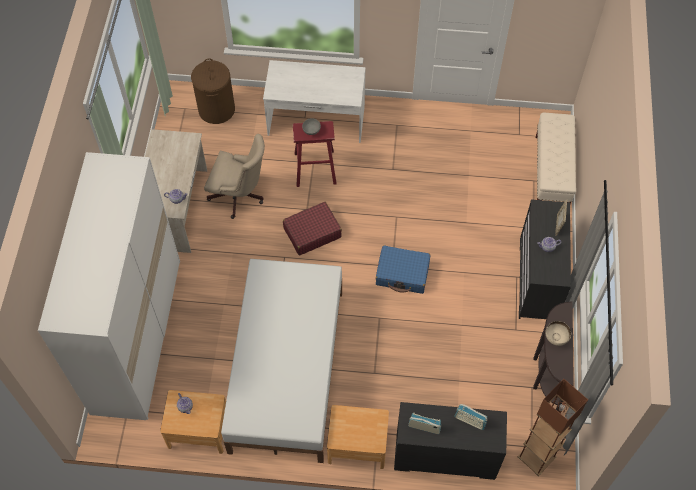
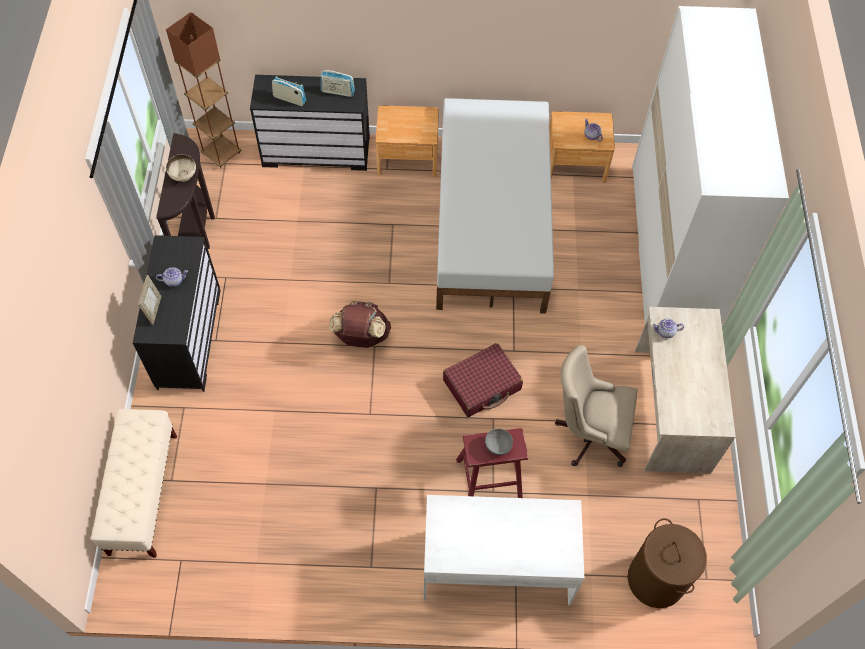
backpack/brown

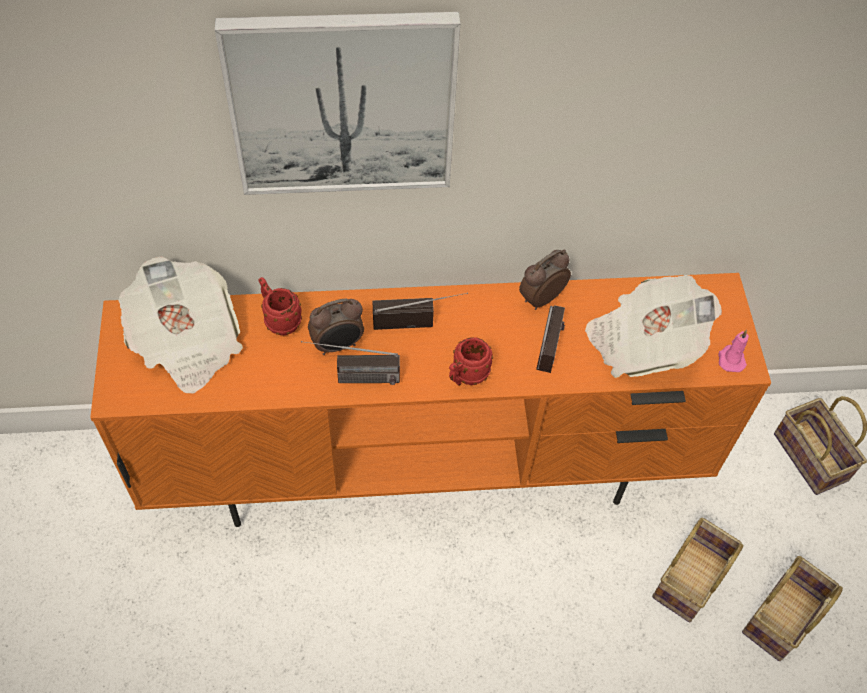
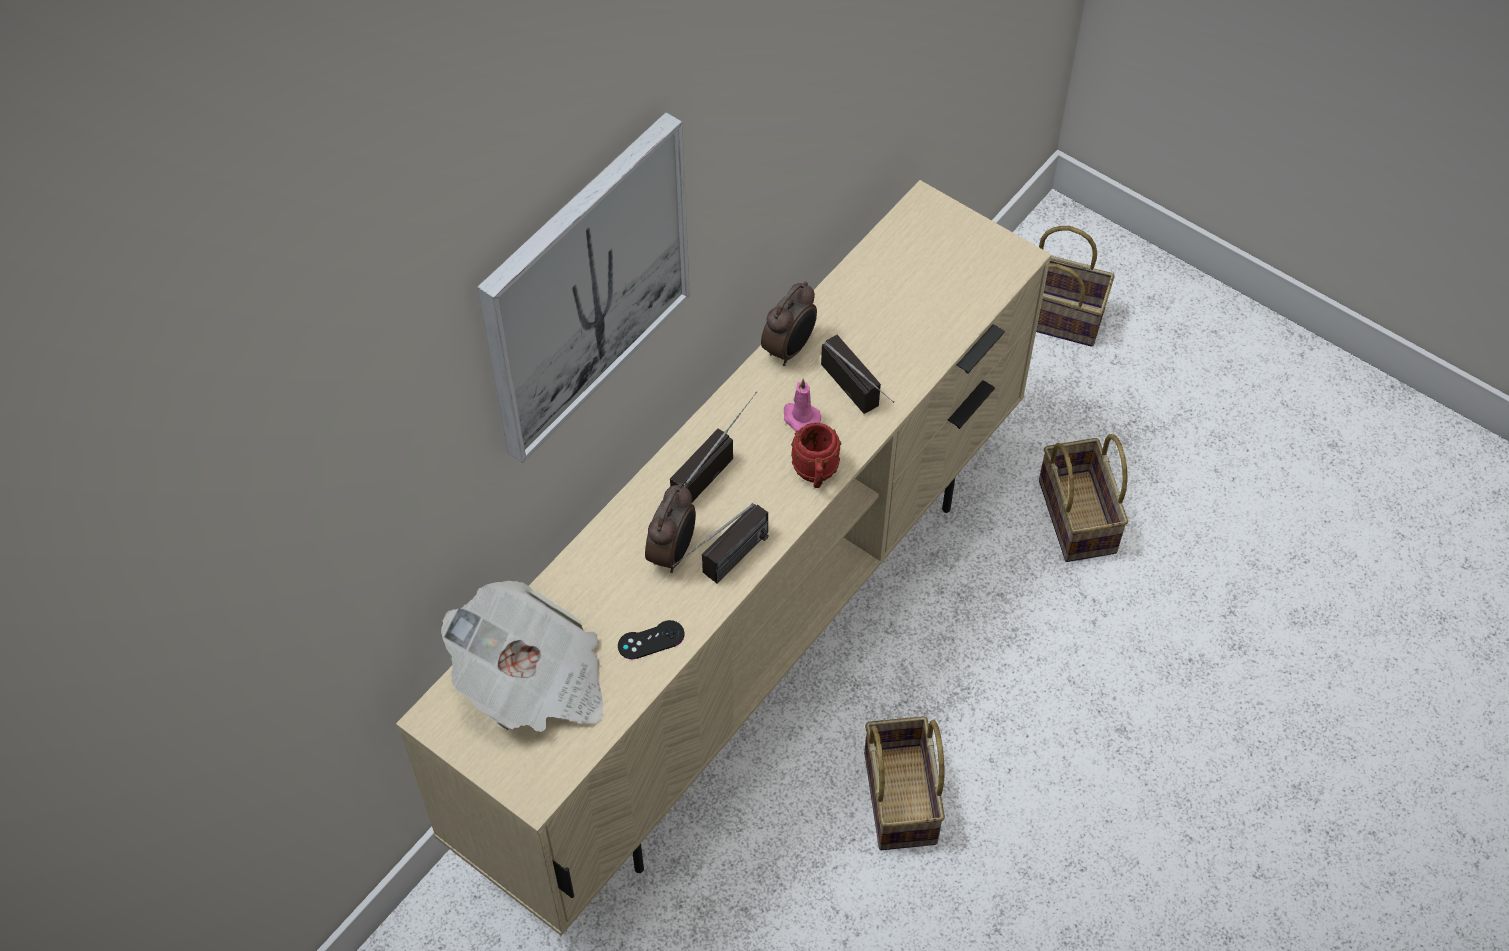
alarm clock (2nd from left)
tv stand/beige
newspaper (2nd from left in the first image)
mug/red (1st from left in the first image)
candle/pink
basket (1st from left)
game controller/black

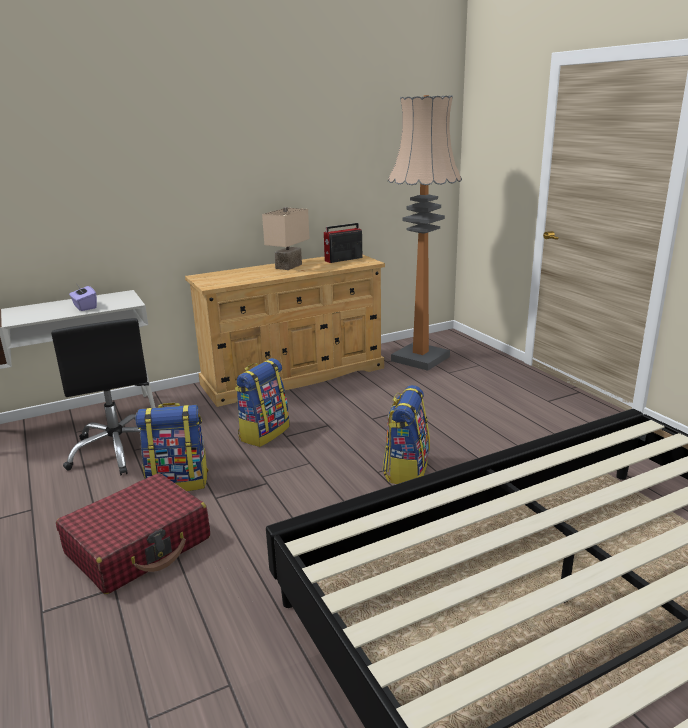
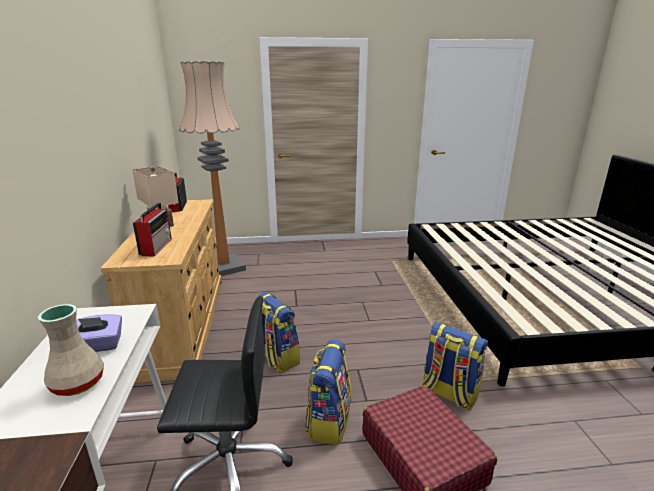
backpack (3rd from left)
radio (1st from left)
vase/beige

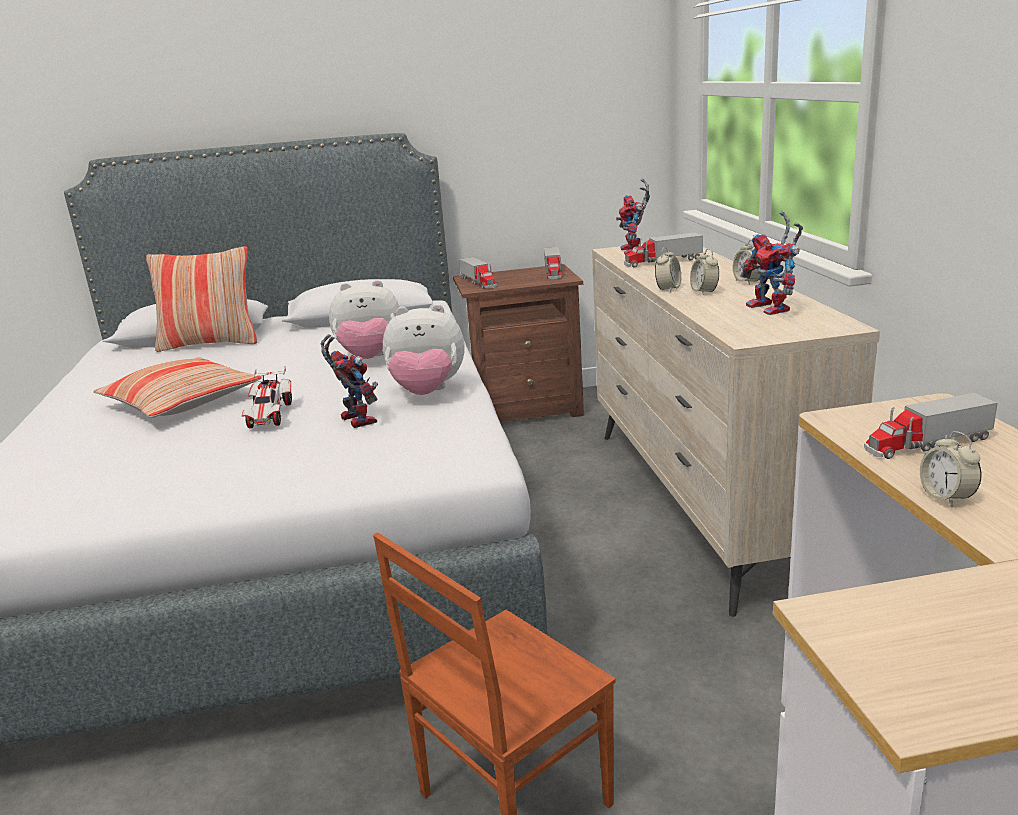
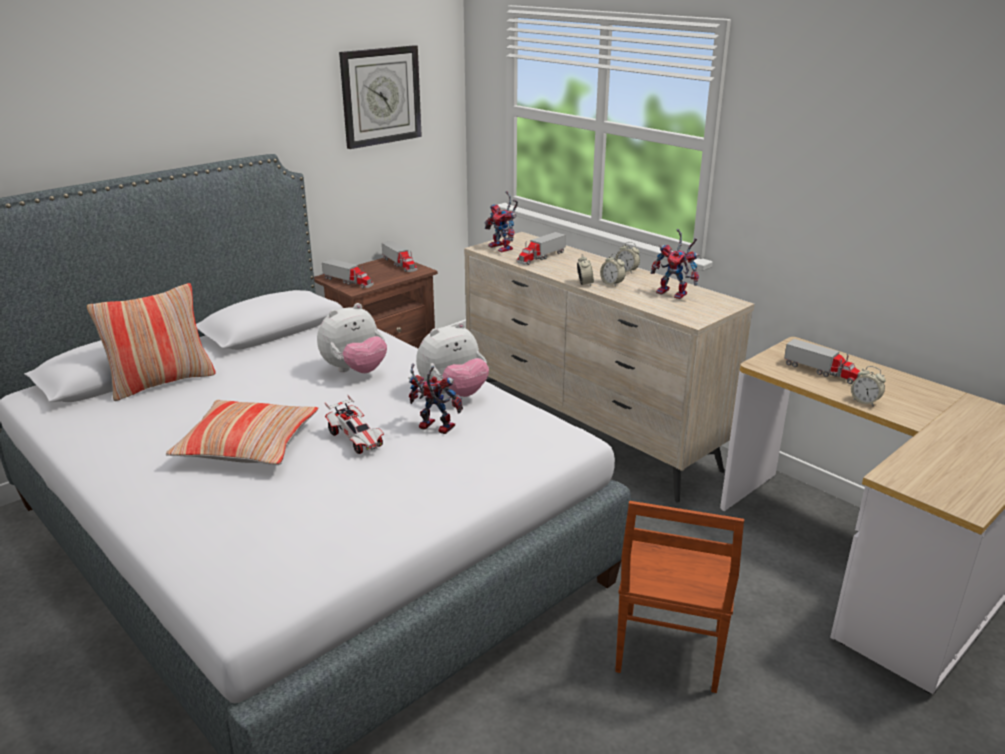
toy truck (4th from left)
wall clock

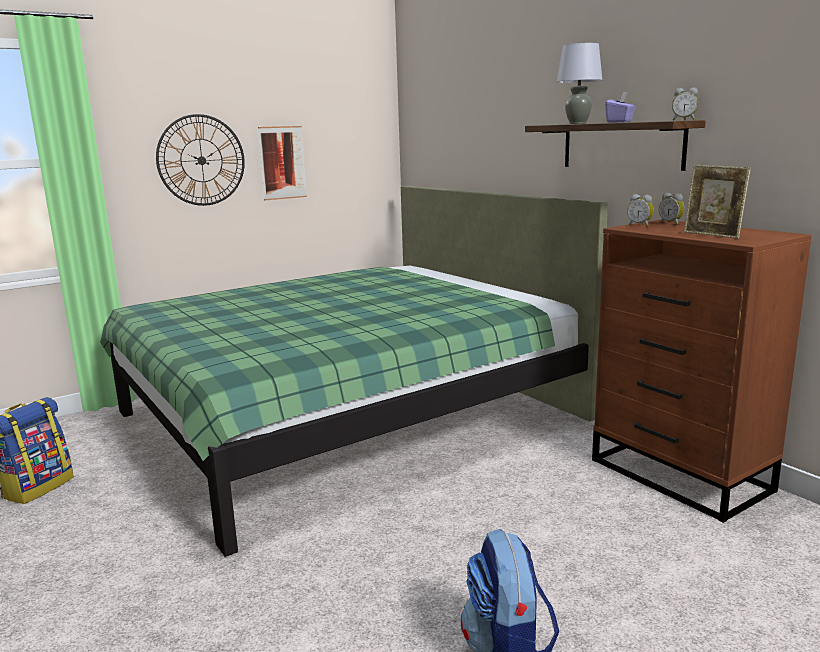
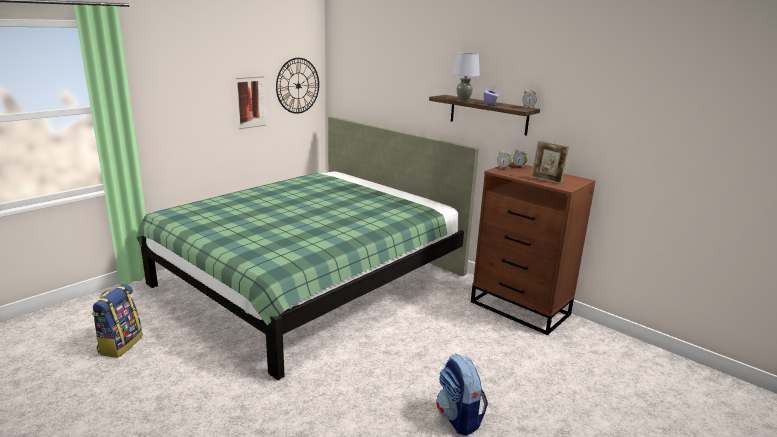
wall clock

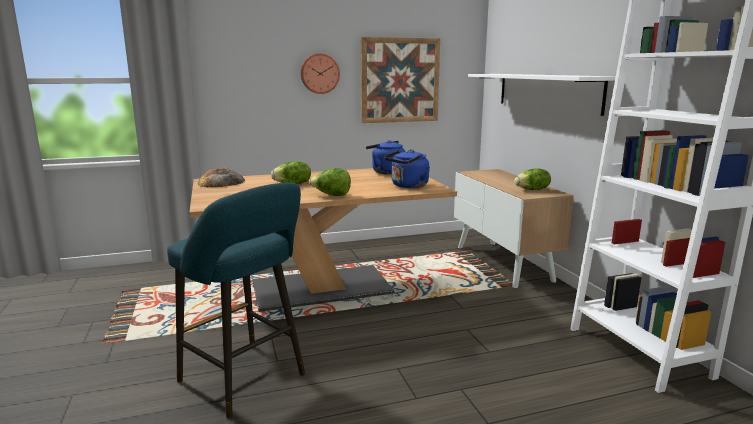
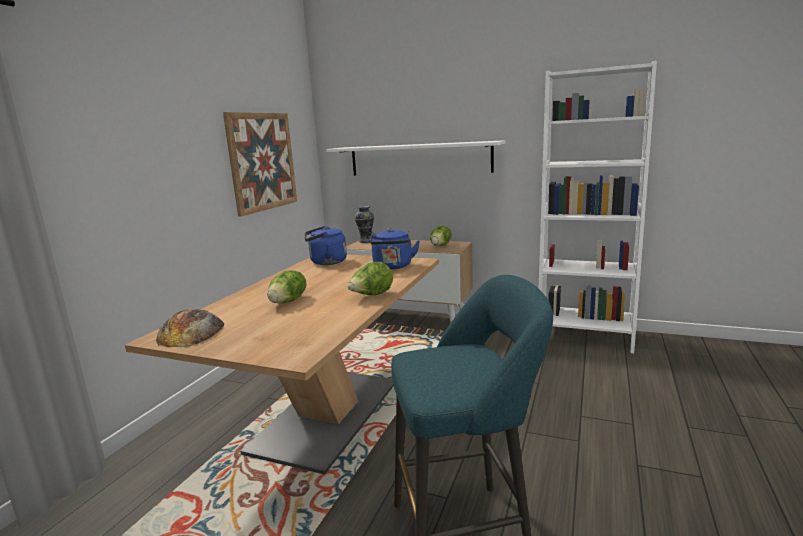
wall clock
vase

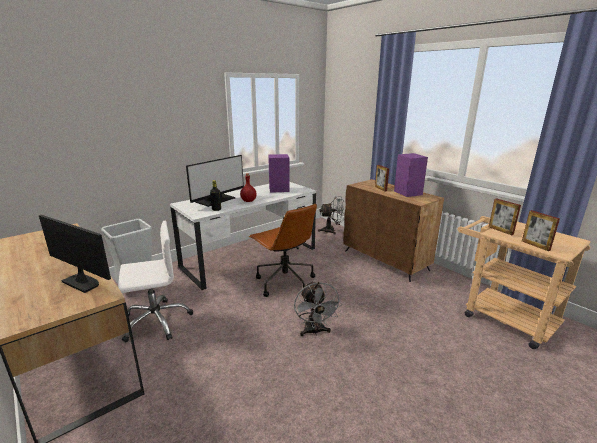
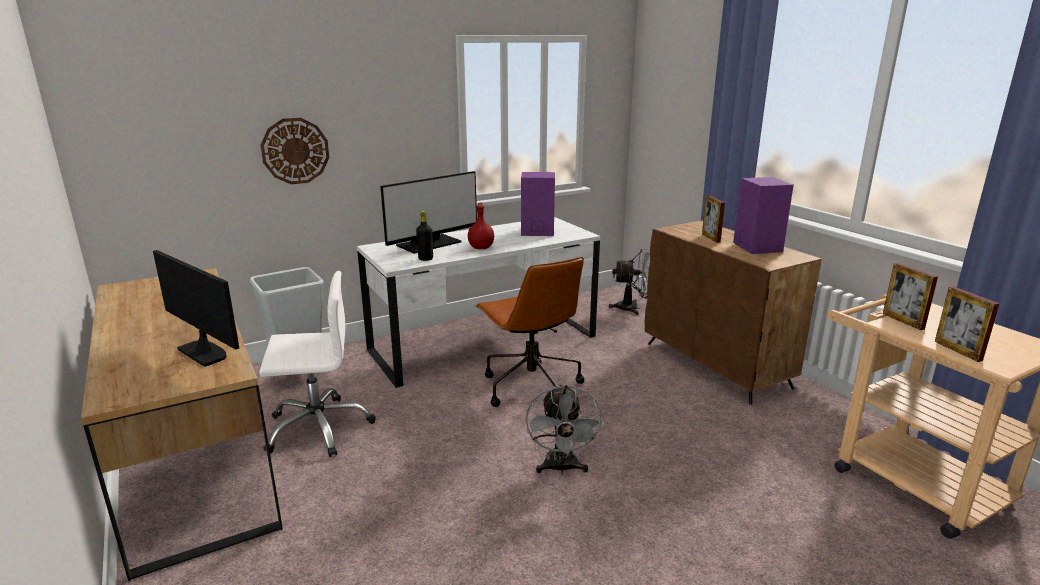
wall clock

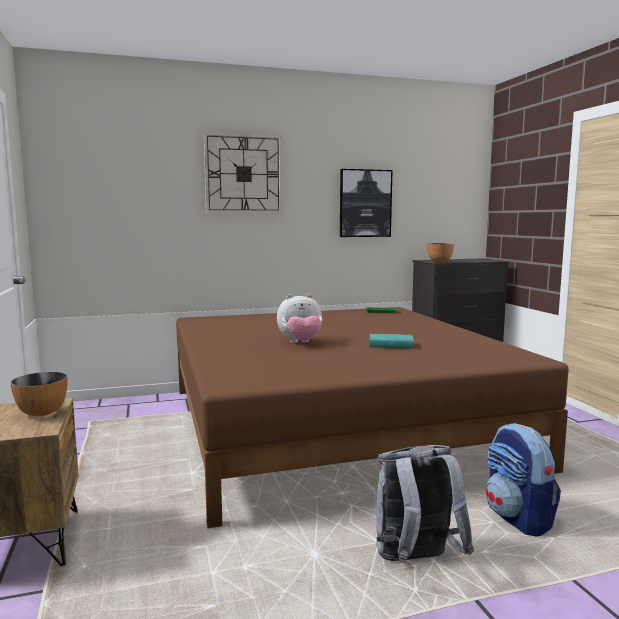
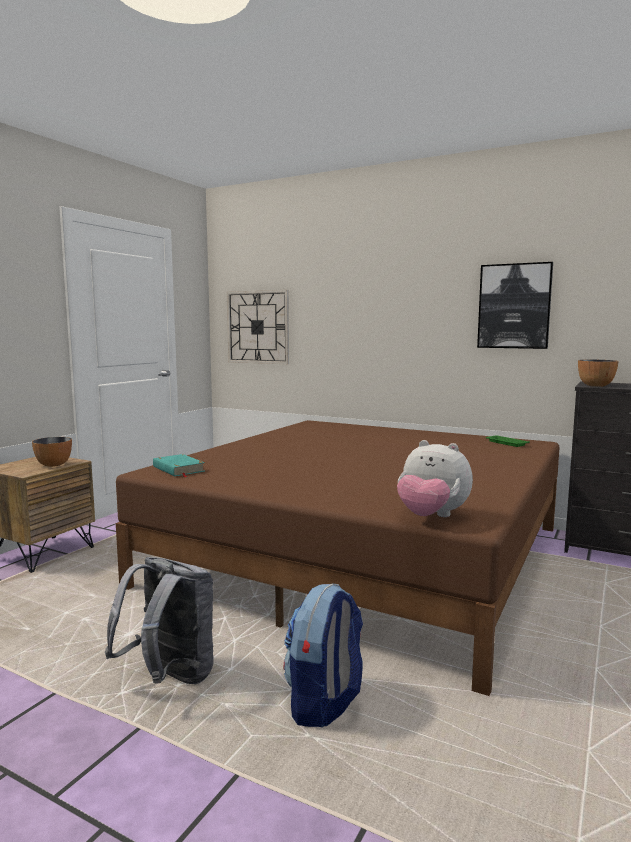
wall clock
plush toy
book/turquoise

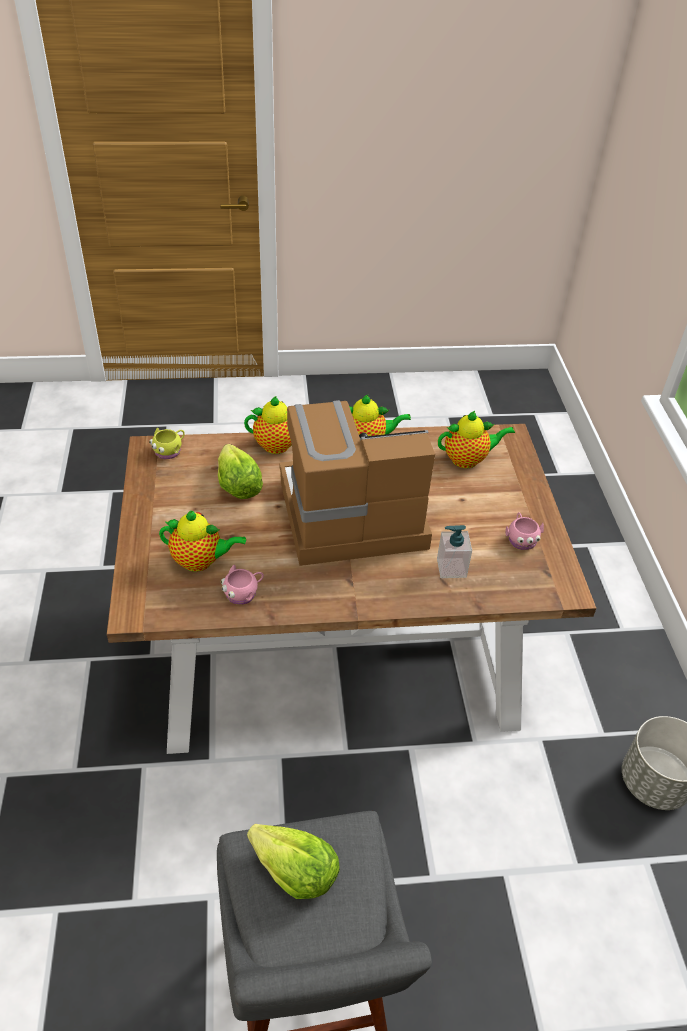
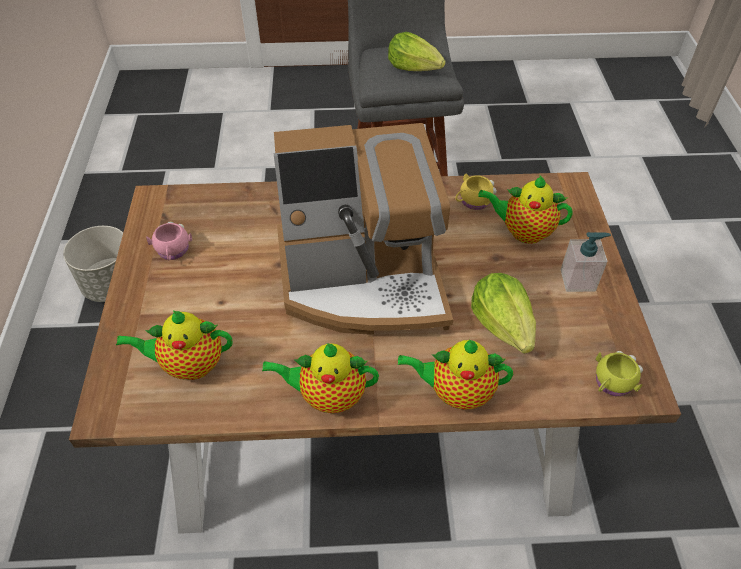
soap dispenser
mug/yellow (1st from left)

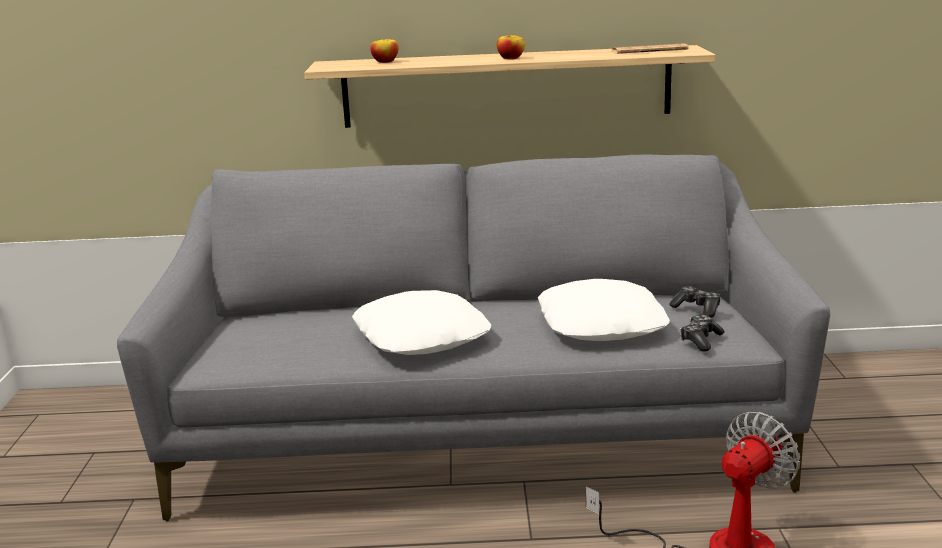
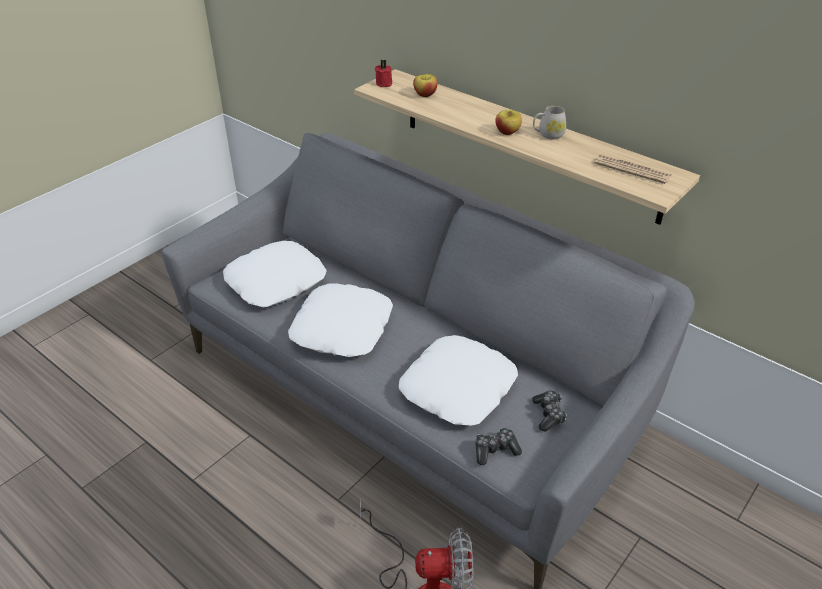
candle/red
mug/white
pillow/white (1st from left)

